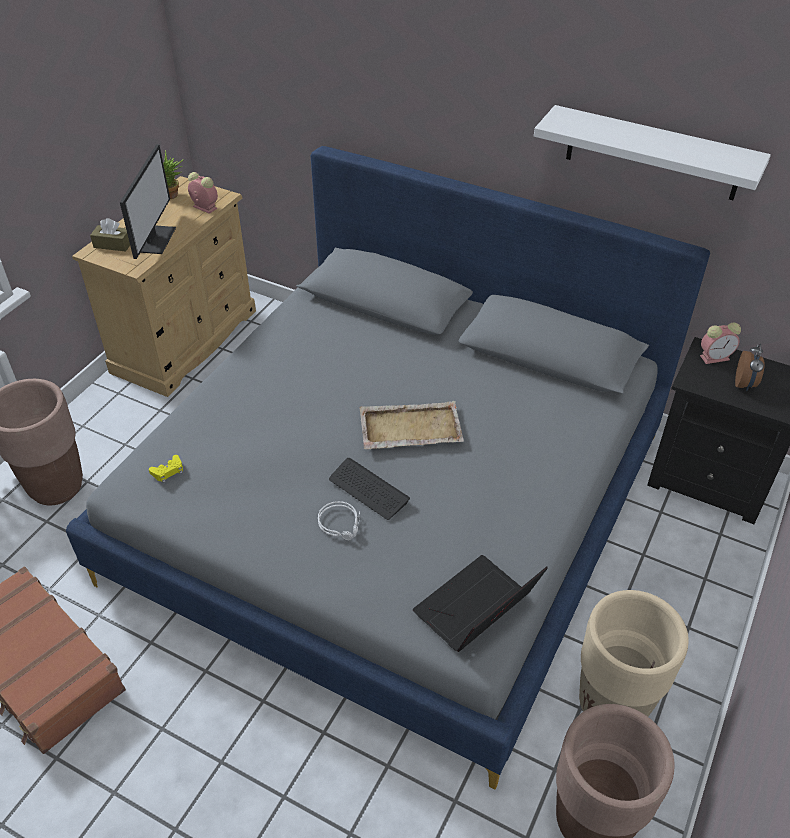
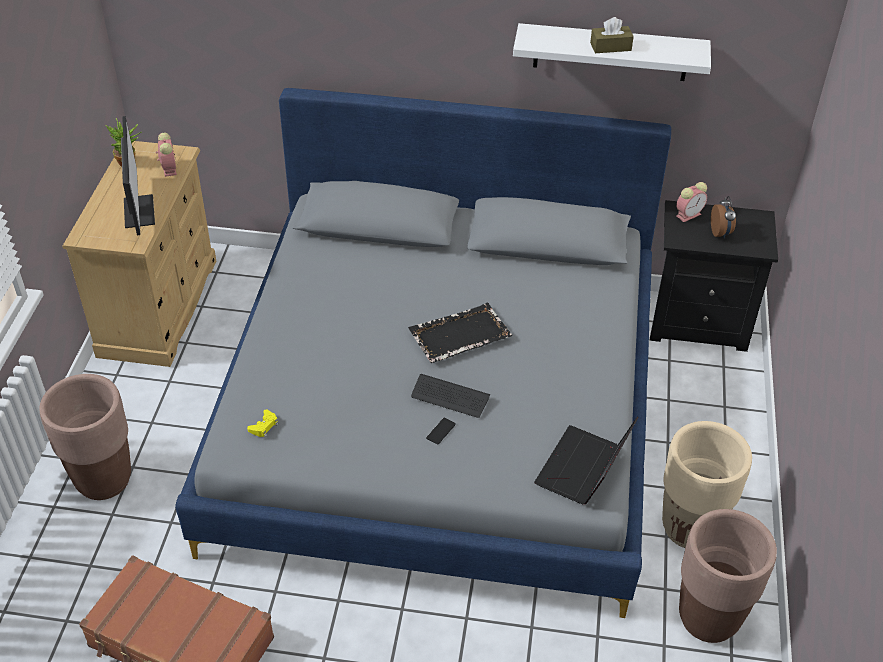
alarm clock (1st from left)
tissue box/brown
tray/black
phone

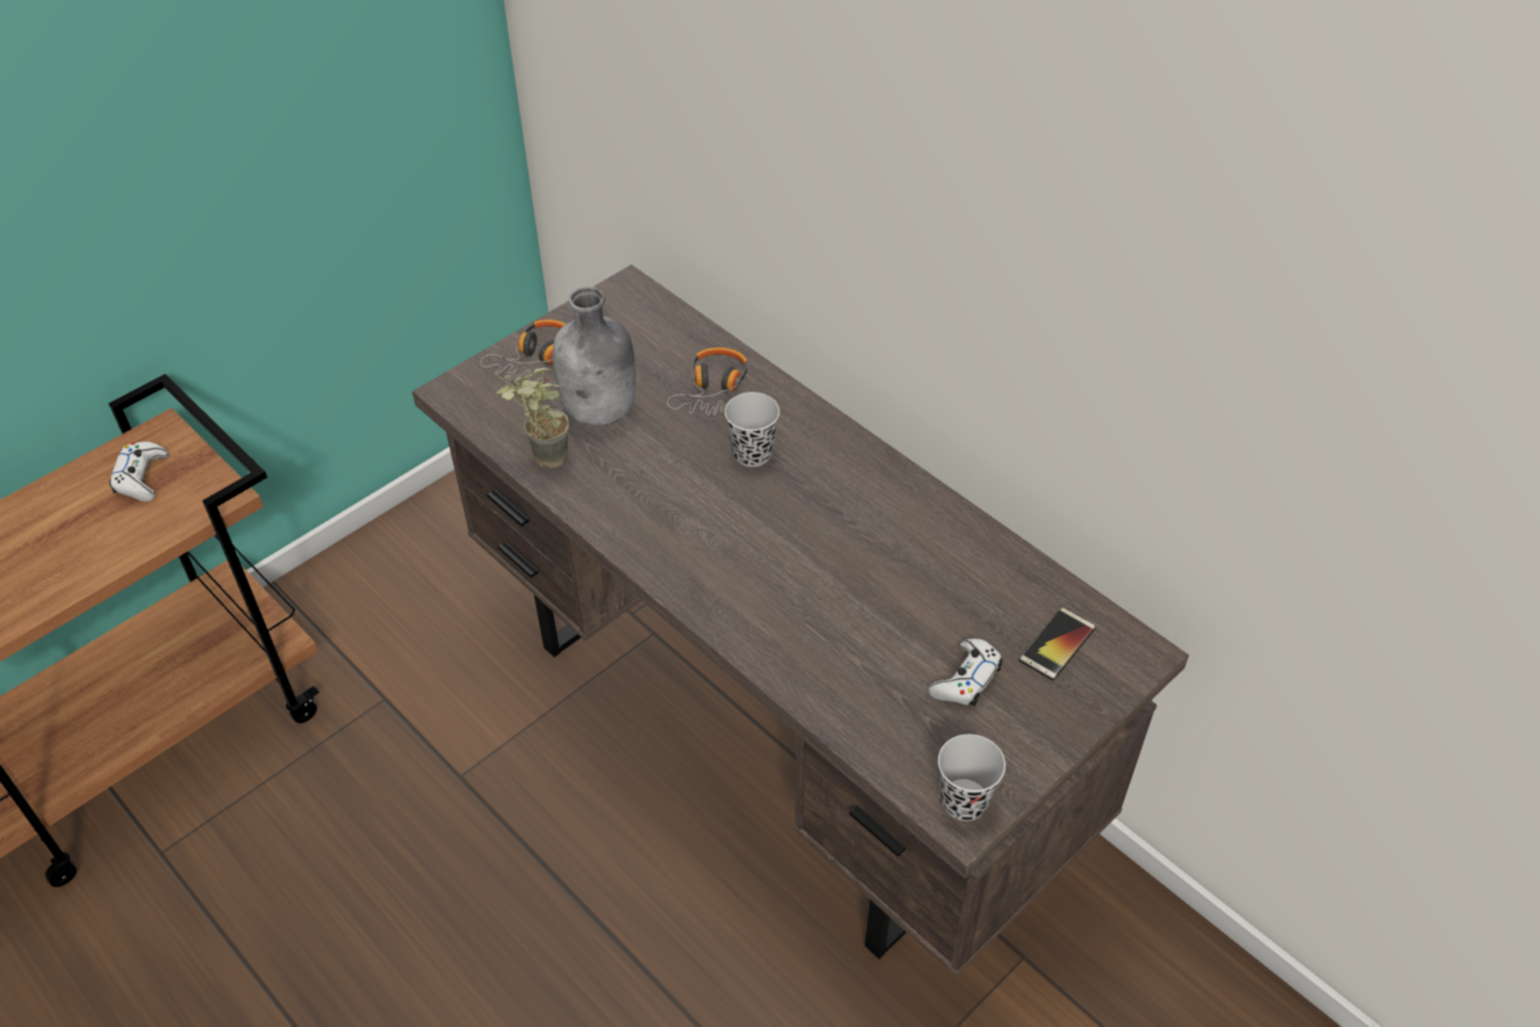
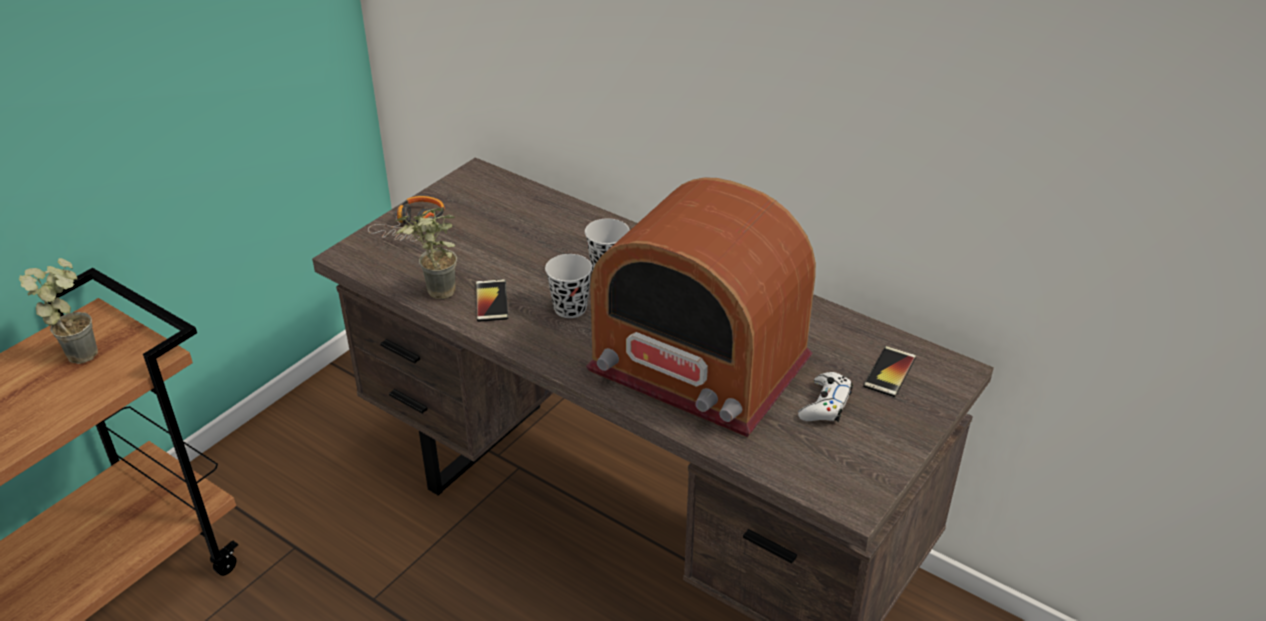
bottle/grey
headphones (2nd from left in the first image)
potted plant (1st from left)
cup/black (1st from left)
radio
phone (1st from left)

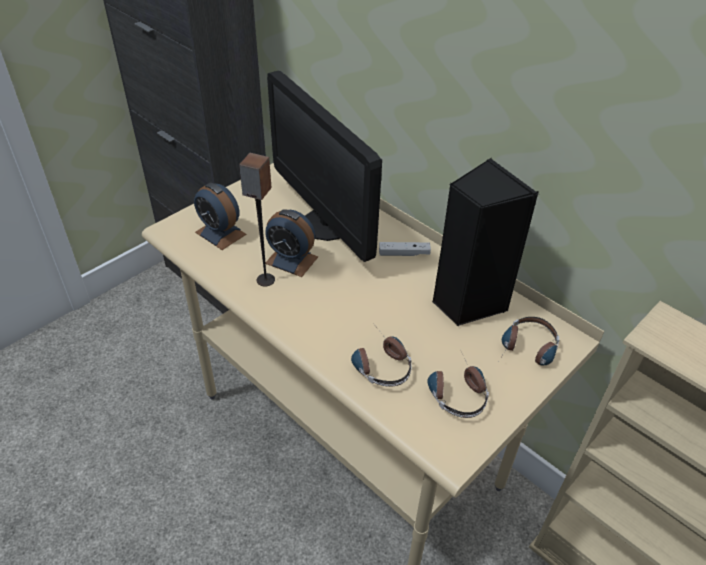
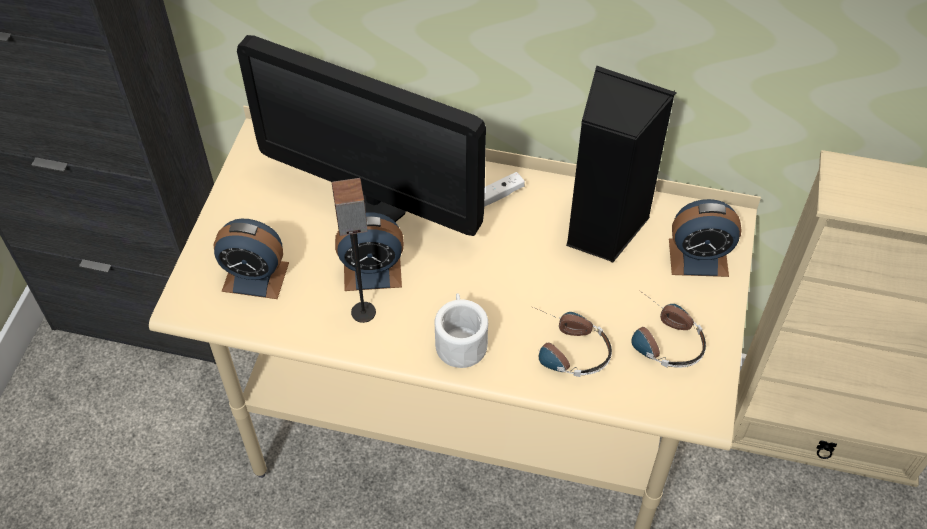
alarm clock (3rd from left)
mug/white

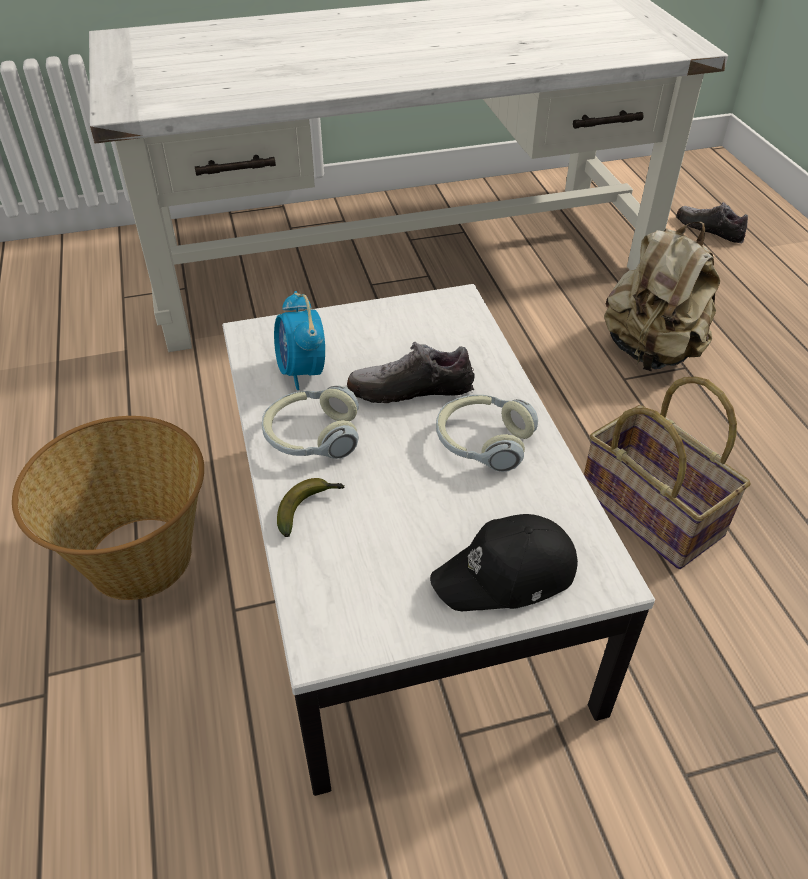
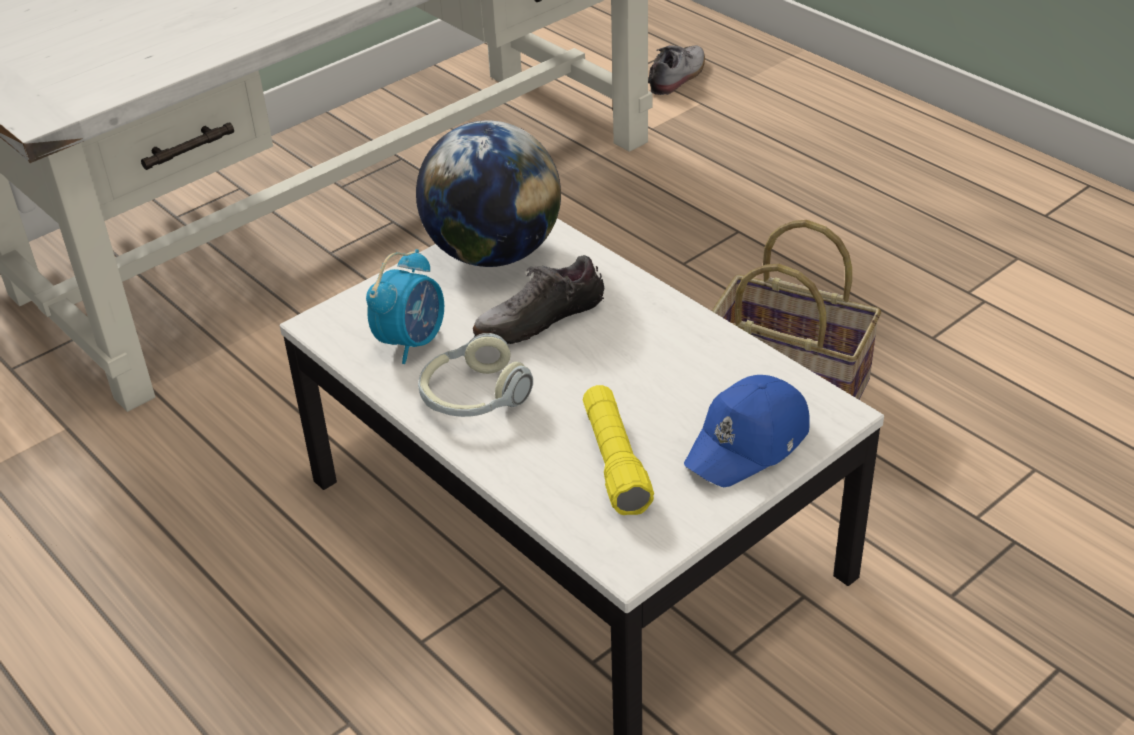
shoe (2nd from left)
backpack/beige
alarm clock
headphones (2nd from left in the first image)
basket (1st from left in the first image)
banana
cap/blue
globe
flashlight/yellow

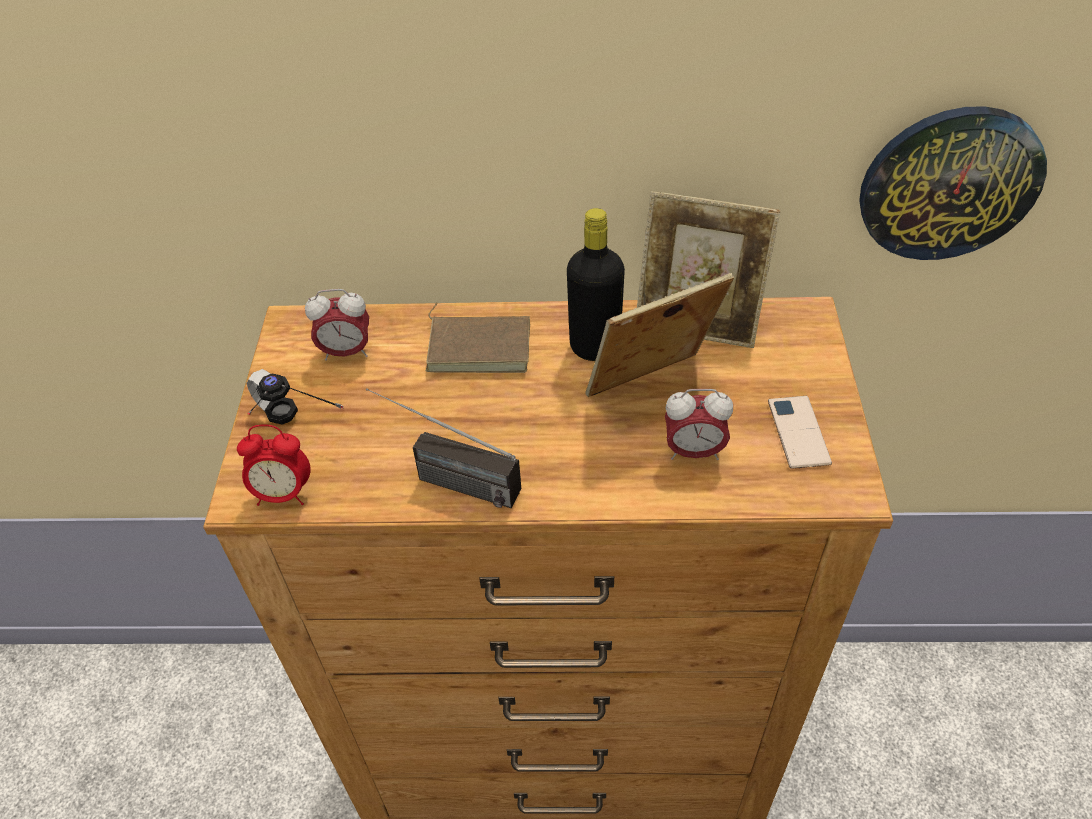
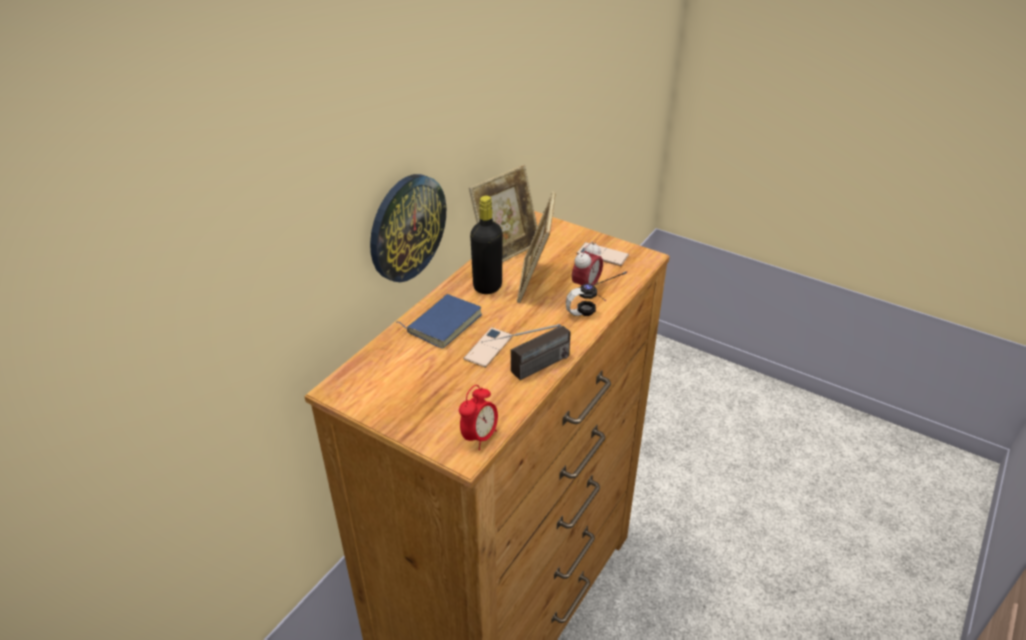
wall clock
alarm clock (2nd from left in the first image)
book/blue
headphones
phone (1st from left)

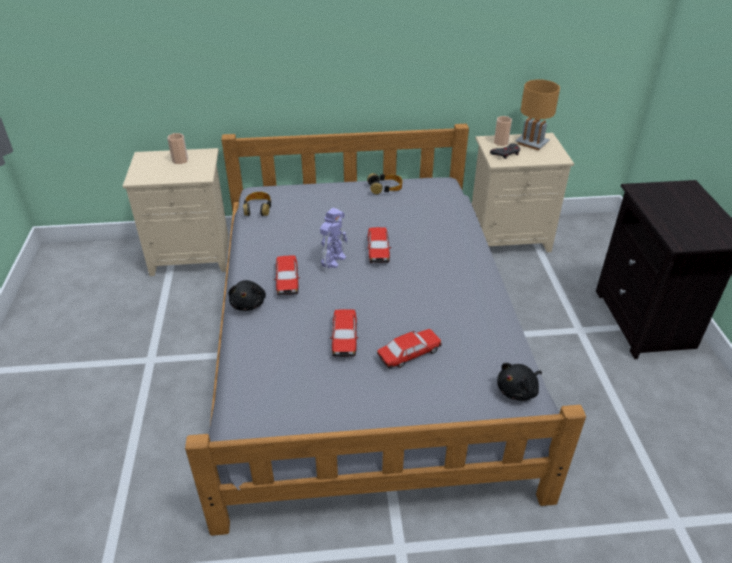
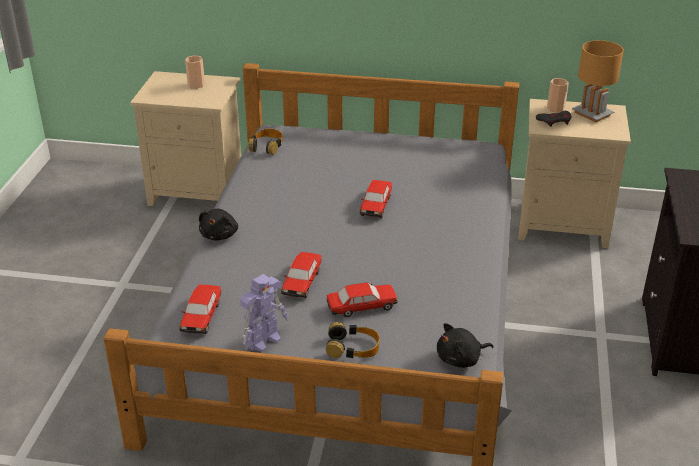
headphones (2nd from left)
toy robot
toy car (1st from left)

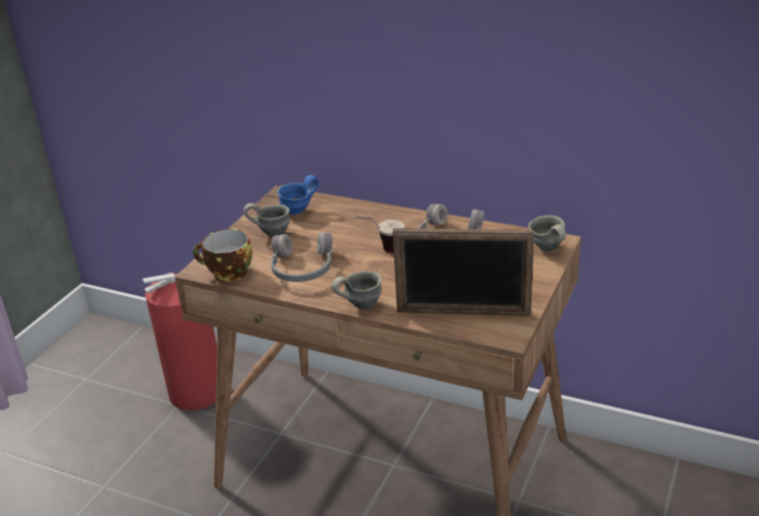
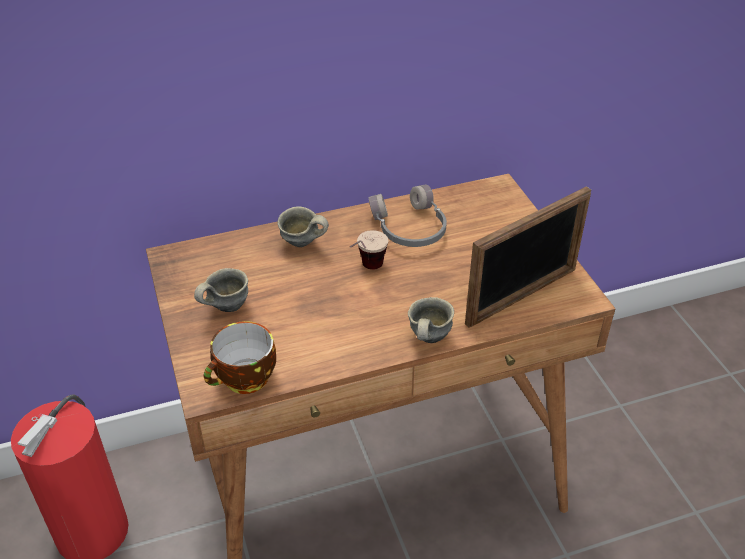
mug/blue
mug/grey (2nd from left)
headphones/grey (1st from left in the first image)

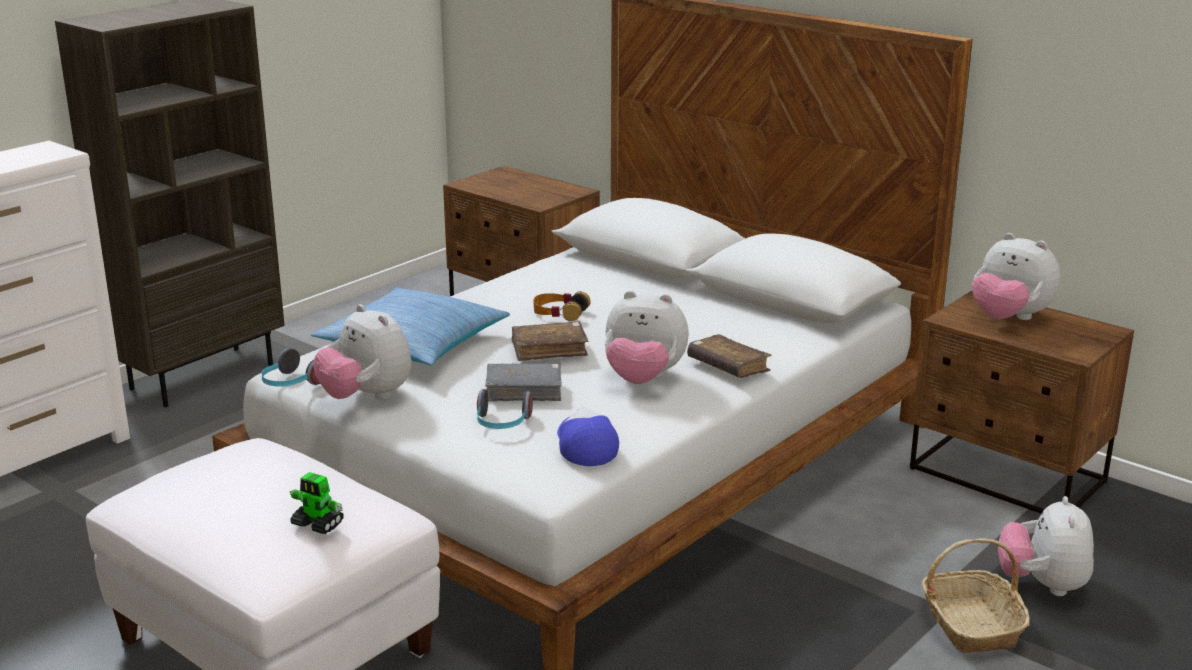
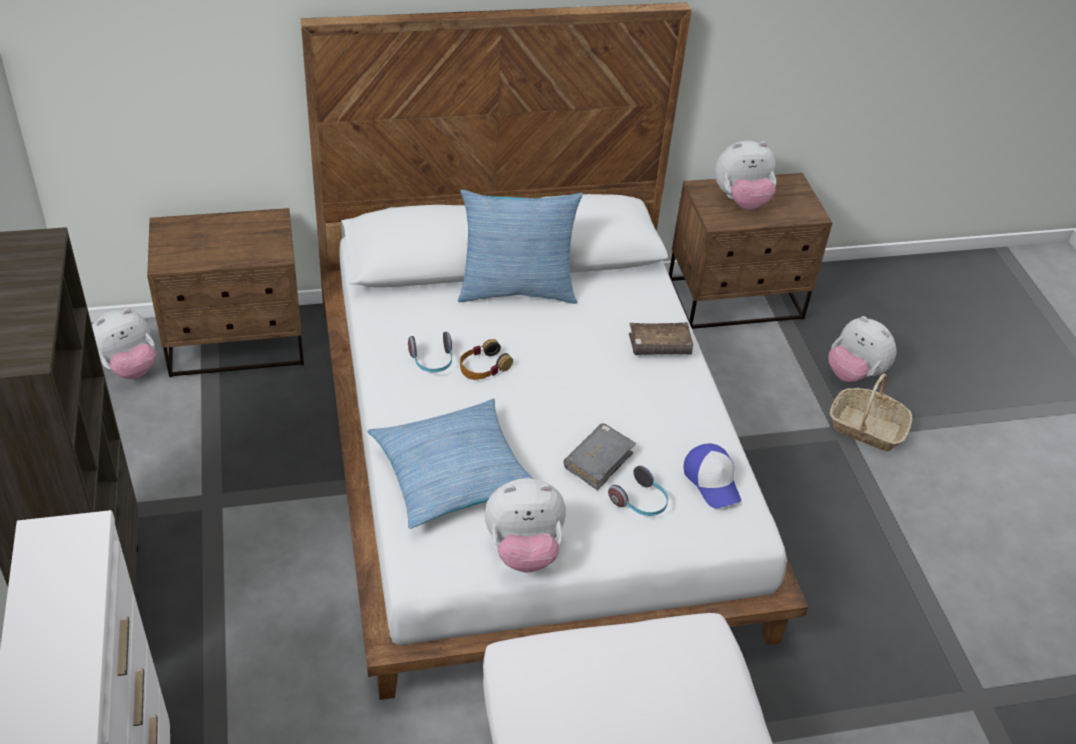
plush toy (1st from left)
book/brown (1st from left in the first image)
headphones (1st from left)
cap
toy robot
pillow (2nd from left)

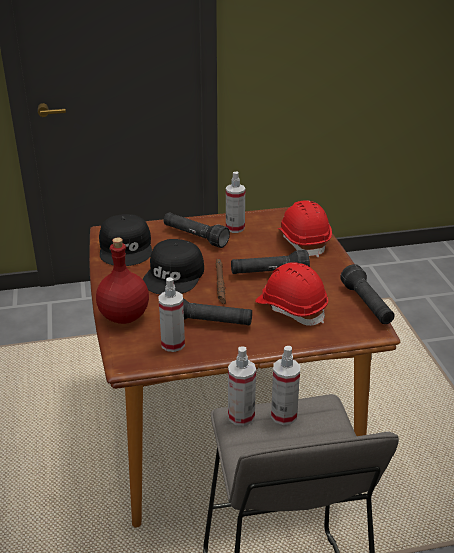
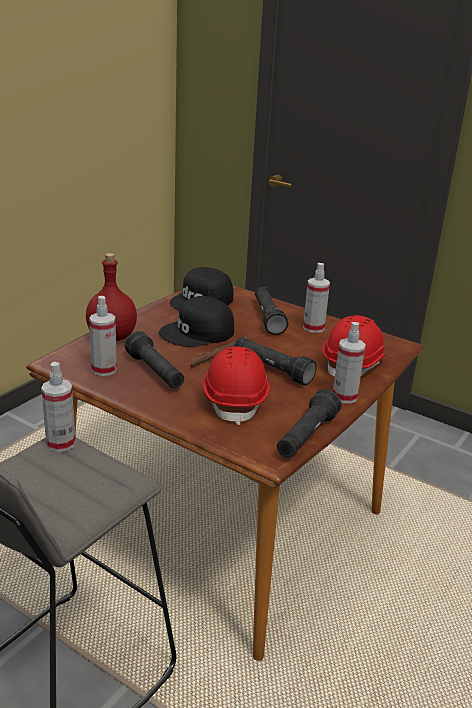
spray bottle (4th from left)

